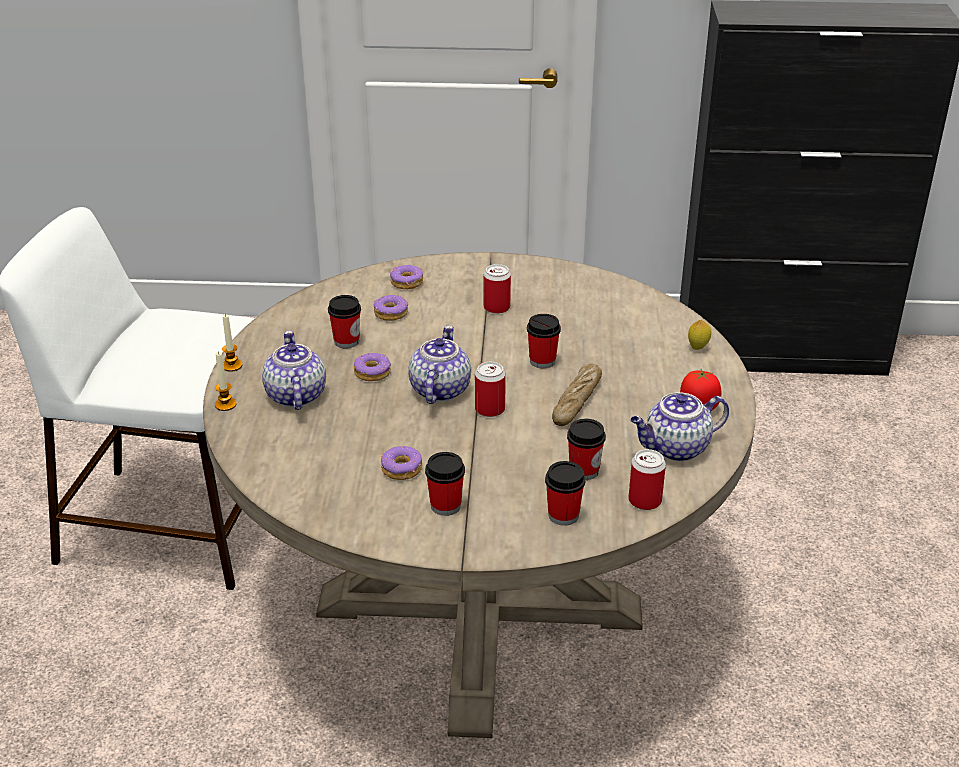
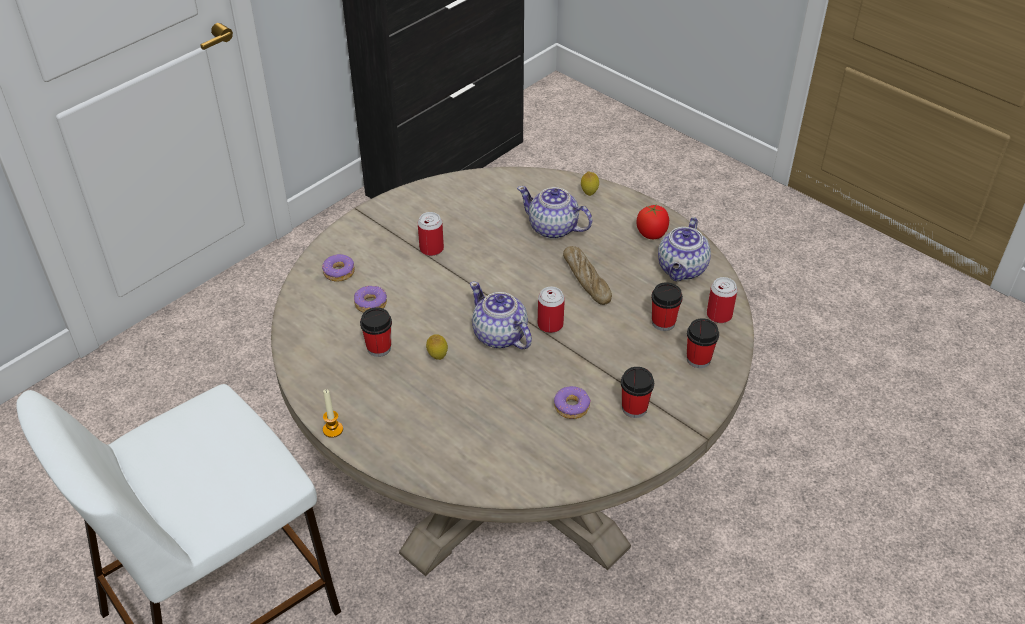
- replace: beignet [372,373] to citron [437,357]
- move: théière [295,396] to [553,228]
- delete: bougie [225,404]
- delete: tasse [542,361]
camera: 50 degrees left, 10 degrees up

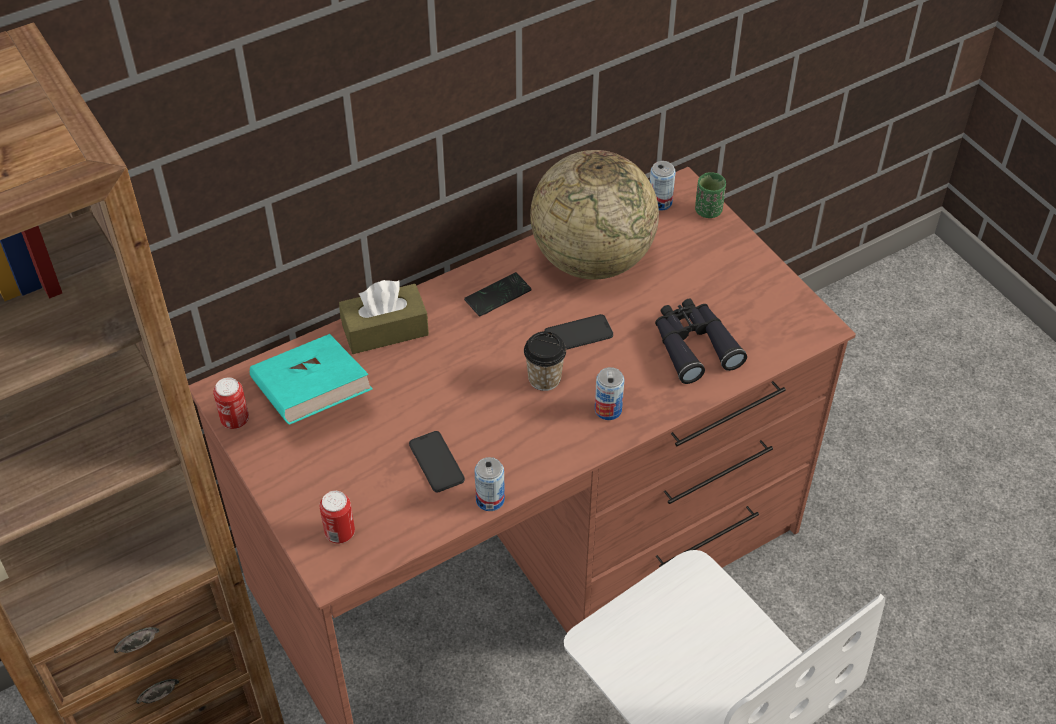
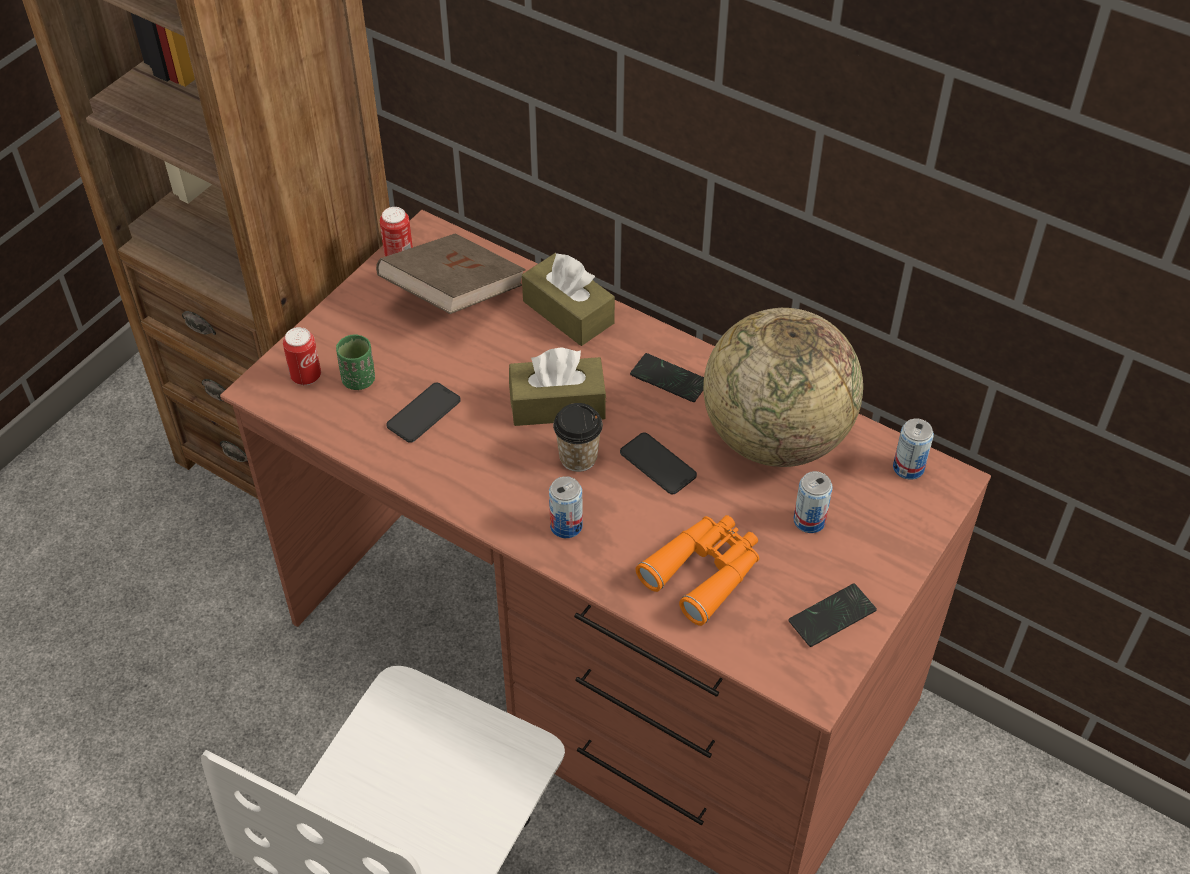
- move: tasse/vert [708,210] to [359,380]
- recolor: livre/turquoise [312,397] to livre/marron [453,295]
- insert: boîte à mouchoirs/marron [557,404]
- recolor: jumelles/noir [693,345] to jumelles/orange [704,572]
- insert: téléphone [832,616]
- move: boîte métallique [490,500] to [809,521]
camera: 65 degrees right, 0 degrees up

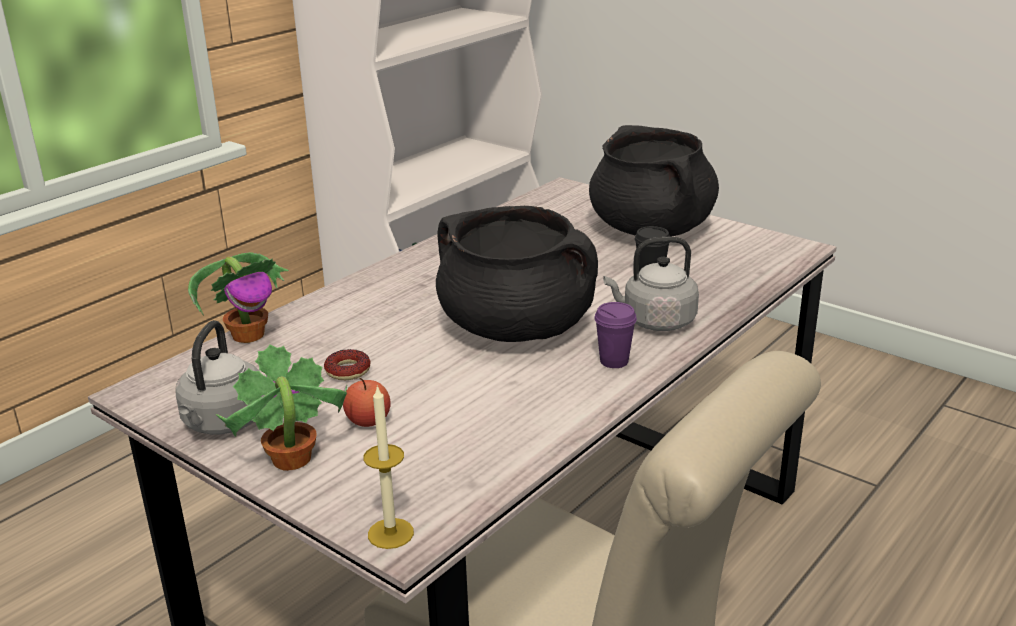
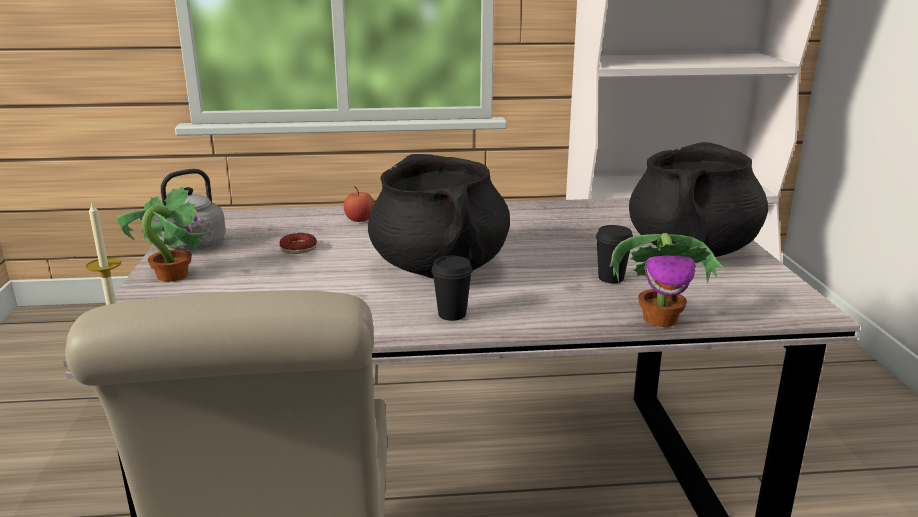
- move: pomme [368,421] to [359,220]
- recolor: tasse/violet [614,361] to tasse/noir [452,314]
- move: plante en pot [249,335] to [661,319]
- delete: bouilloire/gris [655,321]
camera: 45 degrees right, 5 degrees down

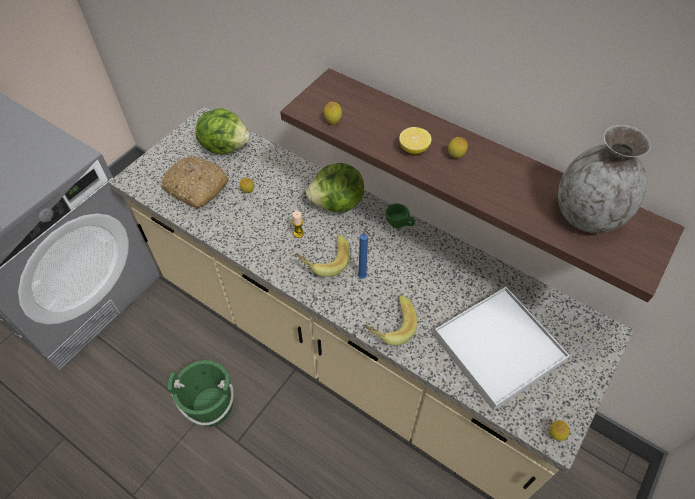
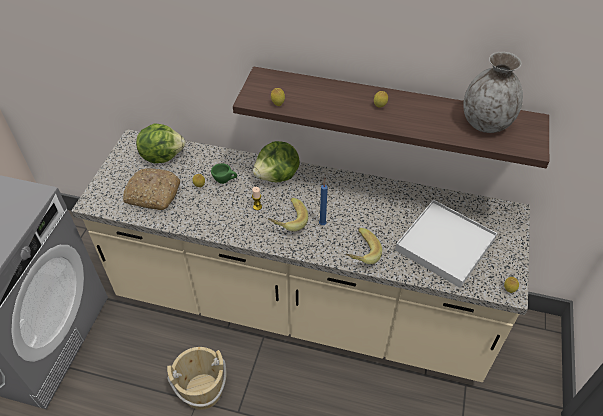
- recolor: seau/vert [211,406] to seau/beige [202,390]
- move: tasse/vert [399,225] to [225,180]
- delete: citron [413,149]
camera: 20 degrees left, 5 degrees down

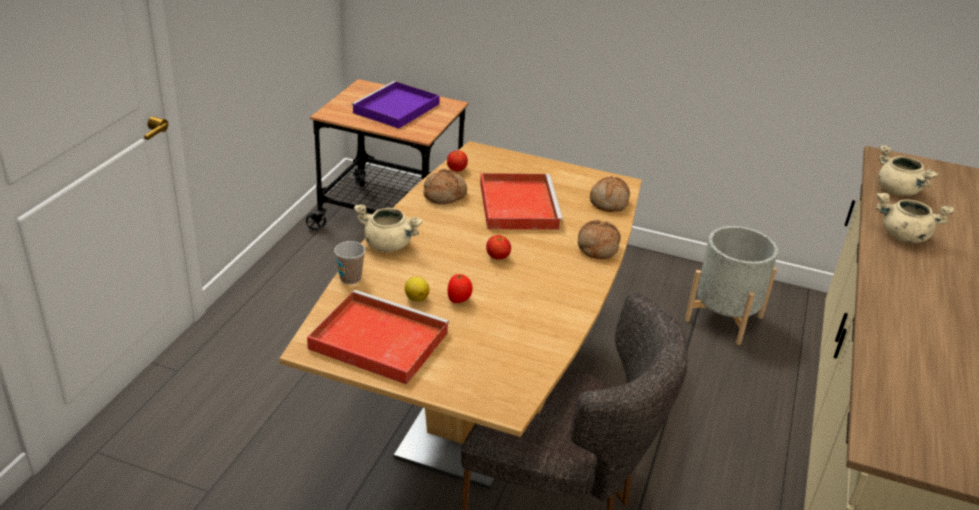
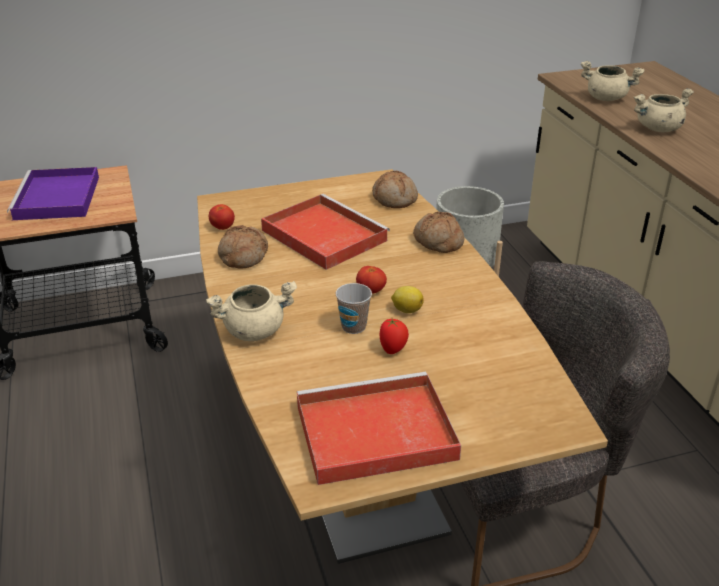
- move: tasse [350,278] to [353,327]
- move: citron [416,298] to [406,310]
camera: 35 degrees left, 0 degrees up

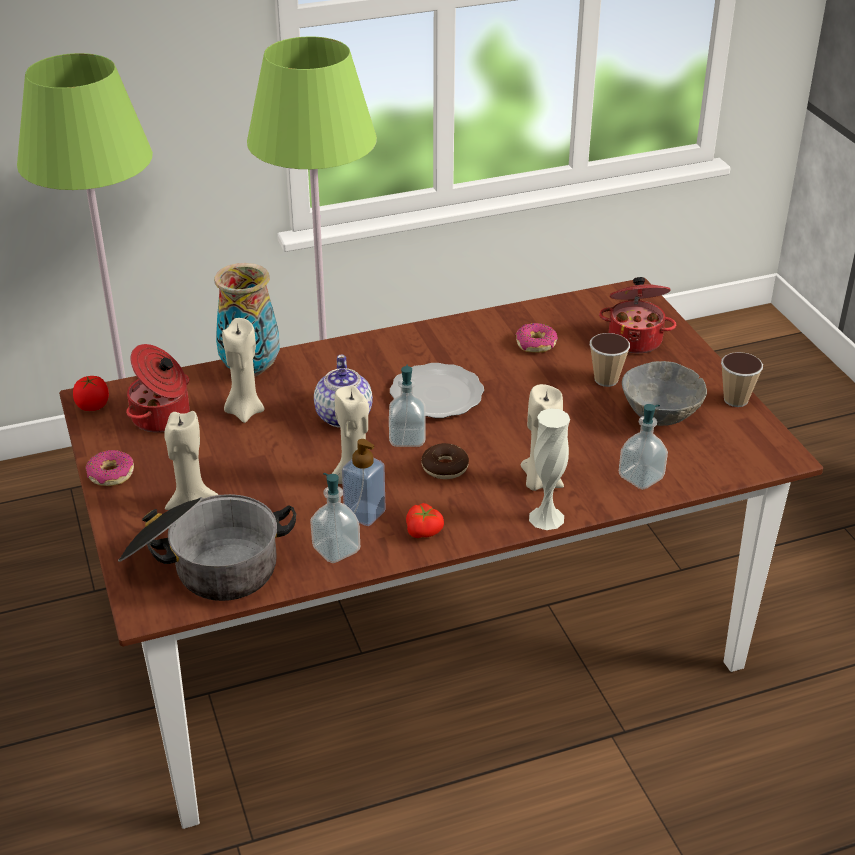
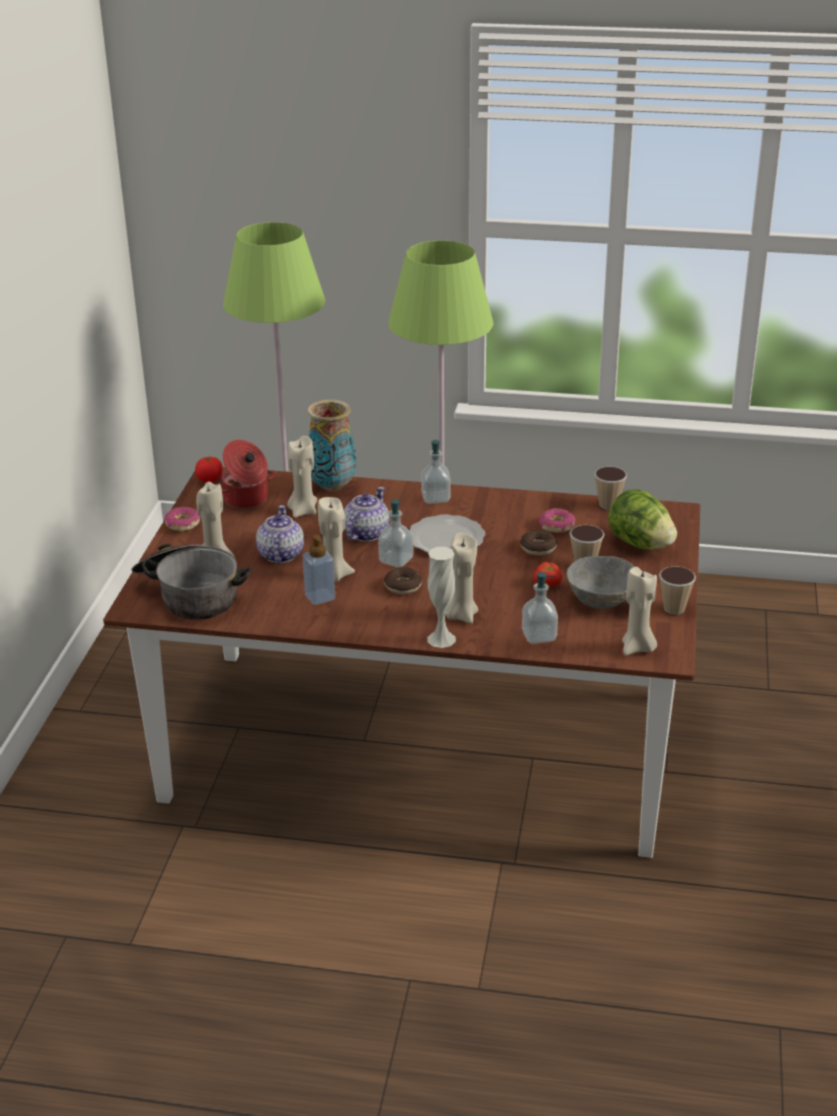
- insert: théière [280,555]
- move: distributeur de savon [336,549] to [435,498]
- insert: beignet [538,548]
- move: tomate [424,531] to [548,583]
- insert: tasse [608,504]
- replace: marmite [635,339] to laitue [640,544]
- insert: bougie/beige [637,648]
camera: 30 degrees right, 5 degrees down

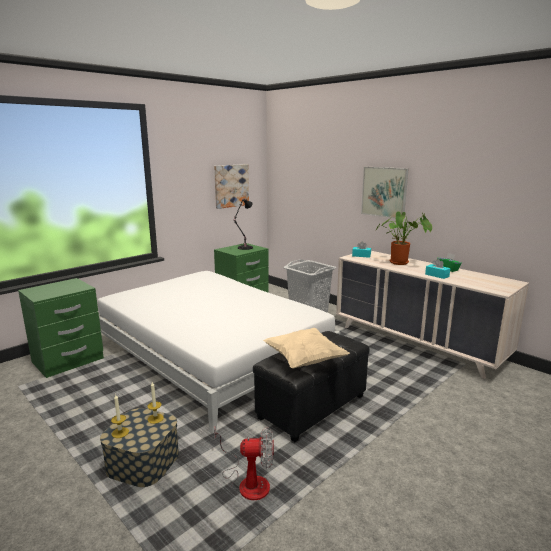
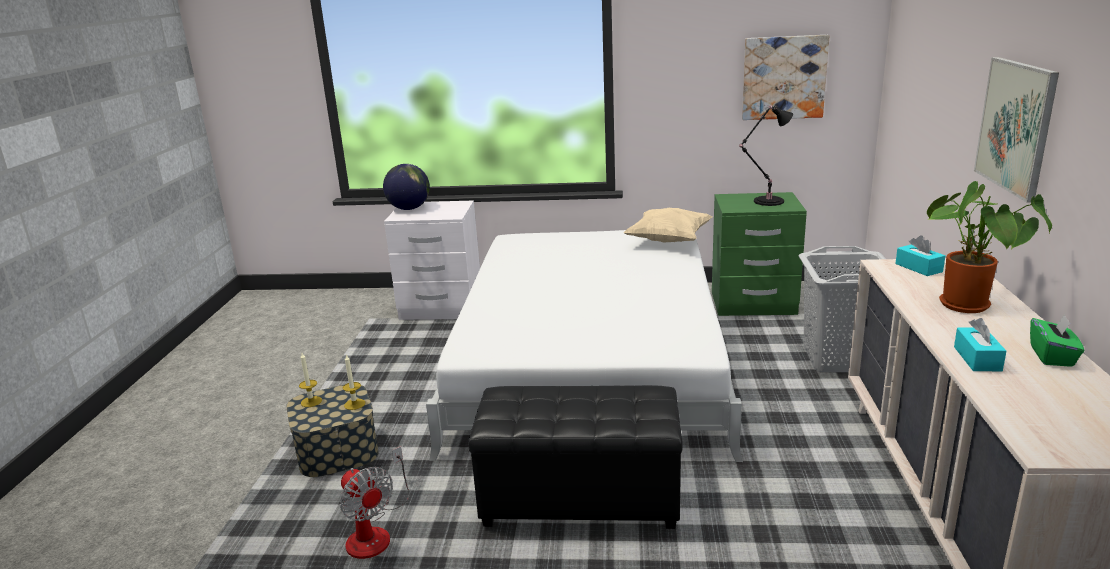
- insert: globe [409,209]
- recolor: table de chevet/vert [68,361] to table de chevet/blanc [441,308]
- move: coussin/beige [304,360] to [668,240]
camera: 50 degrees right, 5 degrees up

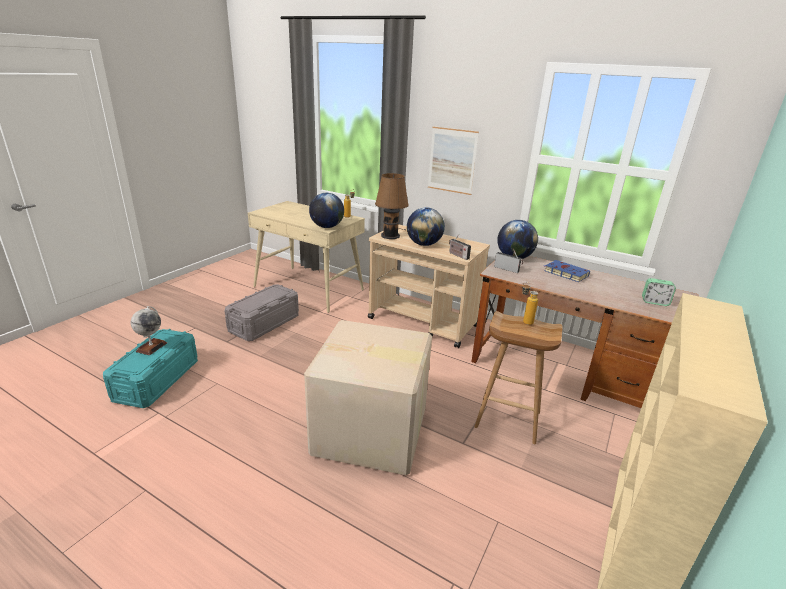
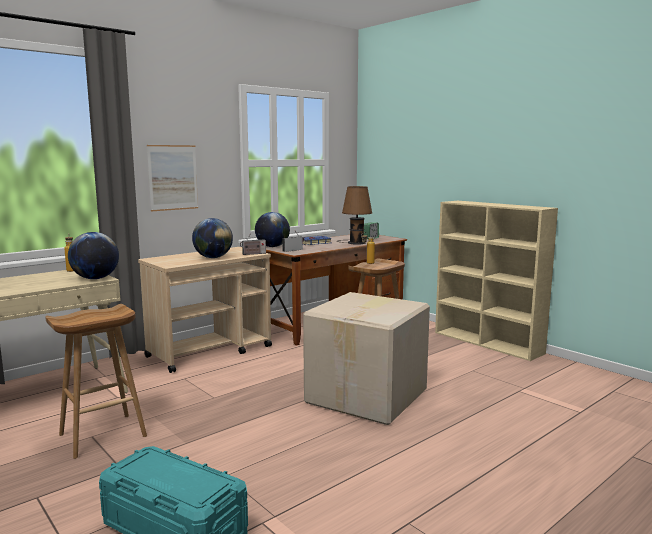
- replace: boîte de rangement/gris [264,323] to tabouret/marron [102,436]
- move: lampe de table/marron [392,235] to [355,243]
- delete: globe [151,347]
camera: 70 degrees left, 15 degrees down

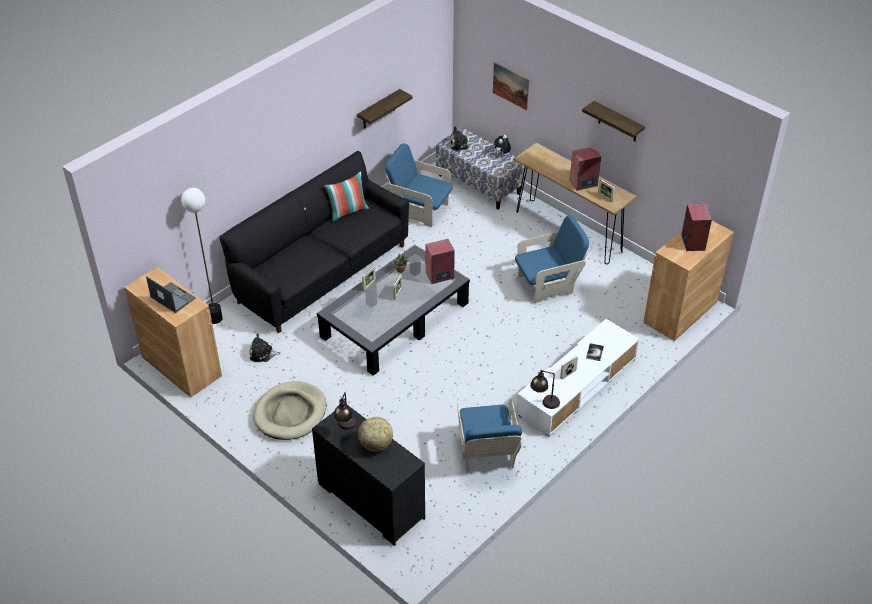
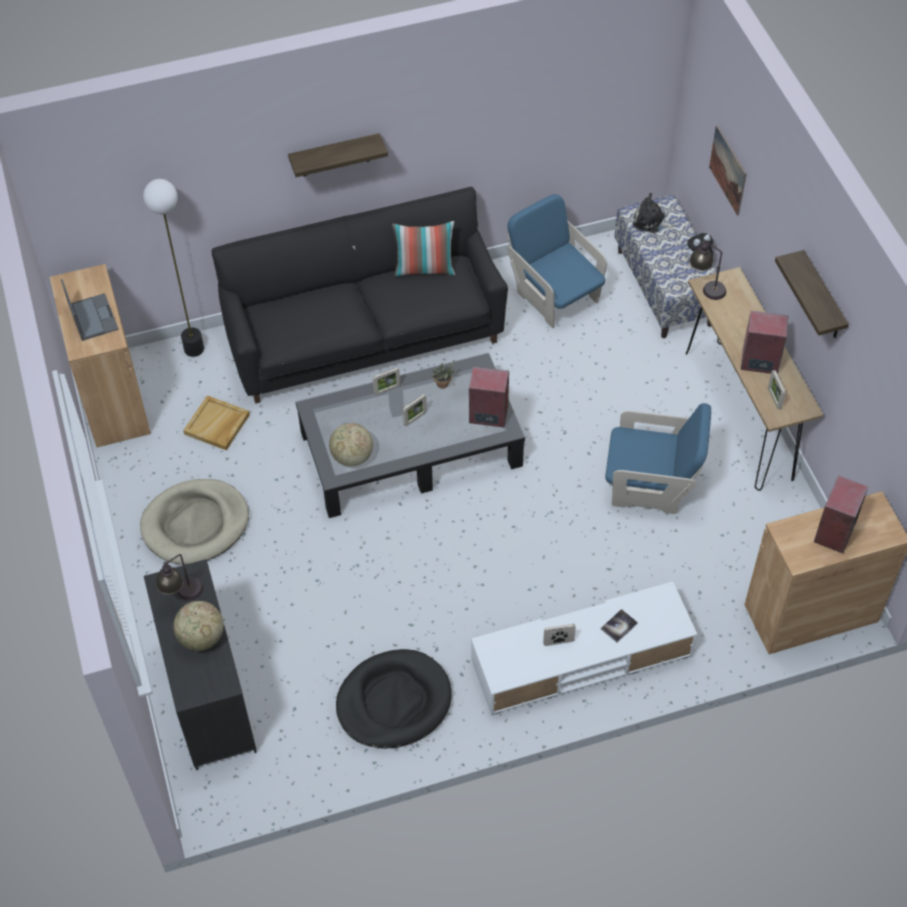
- replace: peluche [262,354] to plateau/beige [217,425]
- move: étagère [378,110] to [335,155]
- insert: globe [352,457]
- replace: fauteuil/bleu [487,455] to panier pour chien/noir [393,702]
- move: lampe de table [544,402] to [705,288]
camera: 30 degrees right, 10 degrees up

